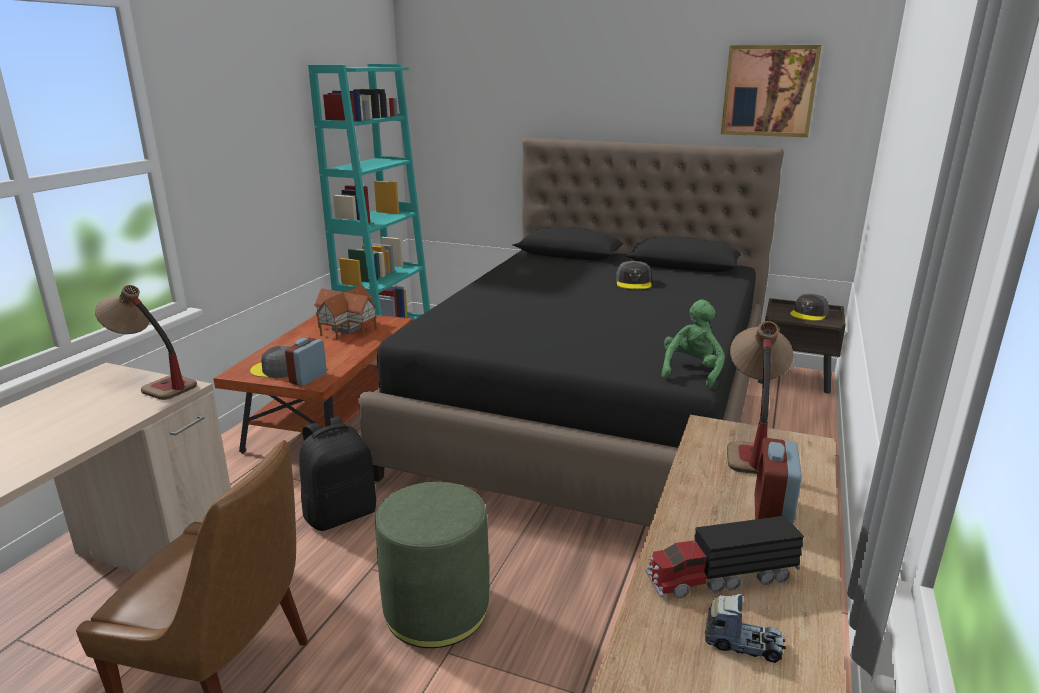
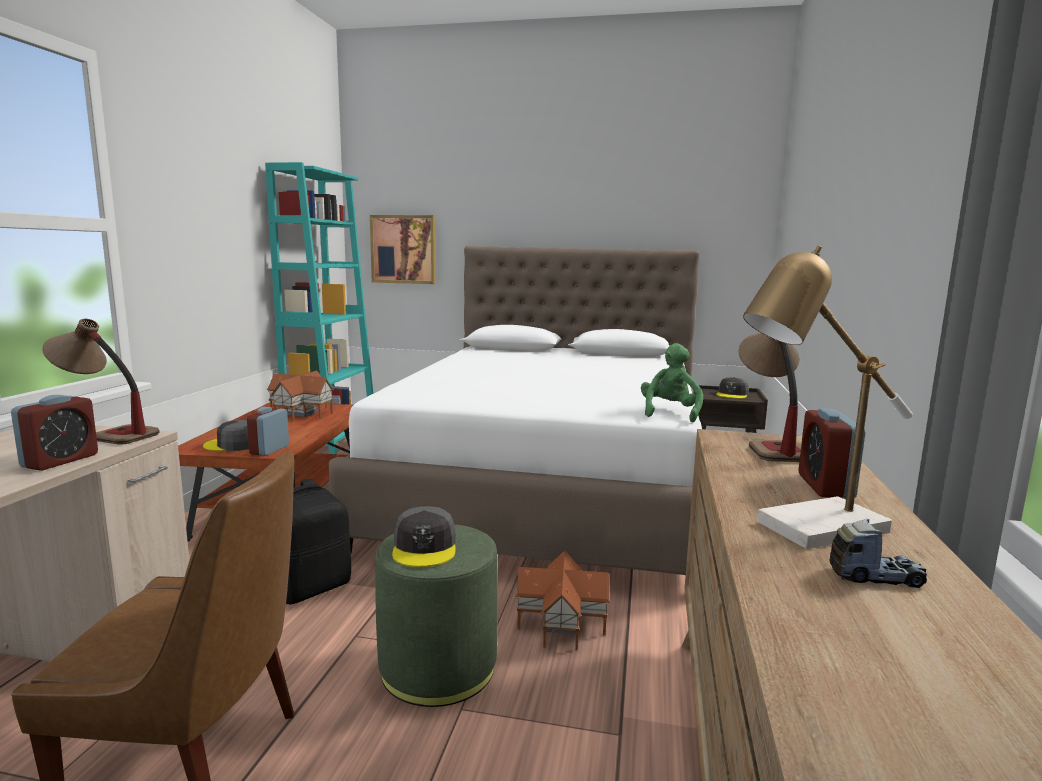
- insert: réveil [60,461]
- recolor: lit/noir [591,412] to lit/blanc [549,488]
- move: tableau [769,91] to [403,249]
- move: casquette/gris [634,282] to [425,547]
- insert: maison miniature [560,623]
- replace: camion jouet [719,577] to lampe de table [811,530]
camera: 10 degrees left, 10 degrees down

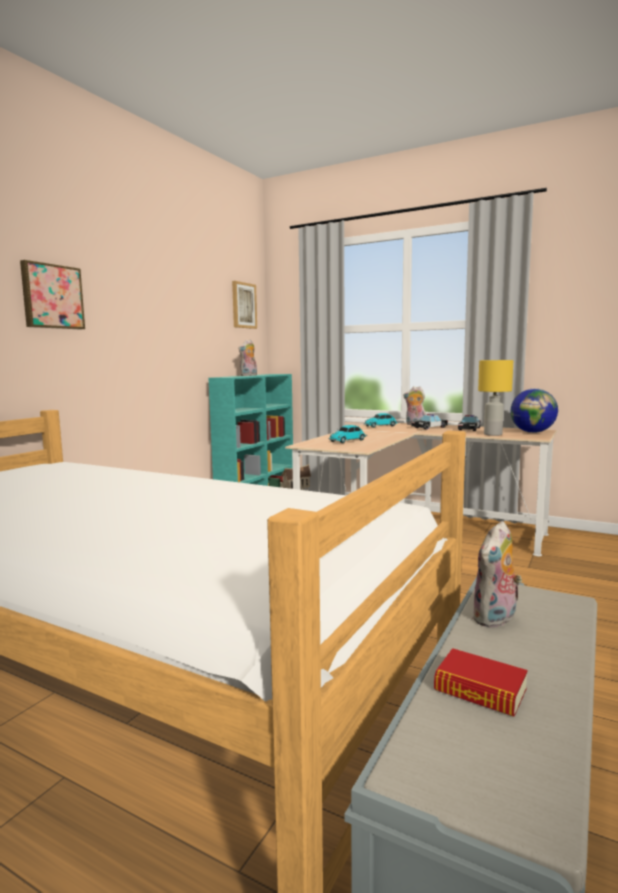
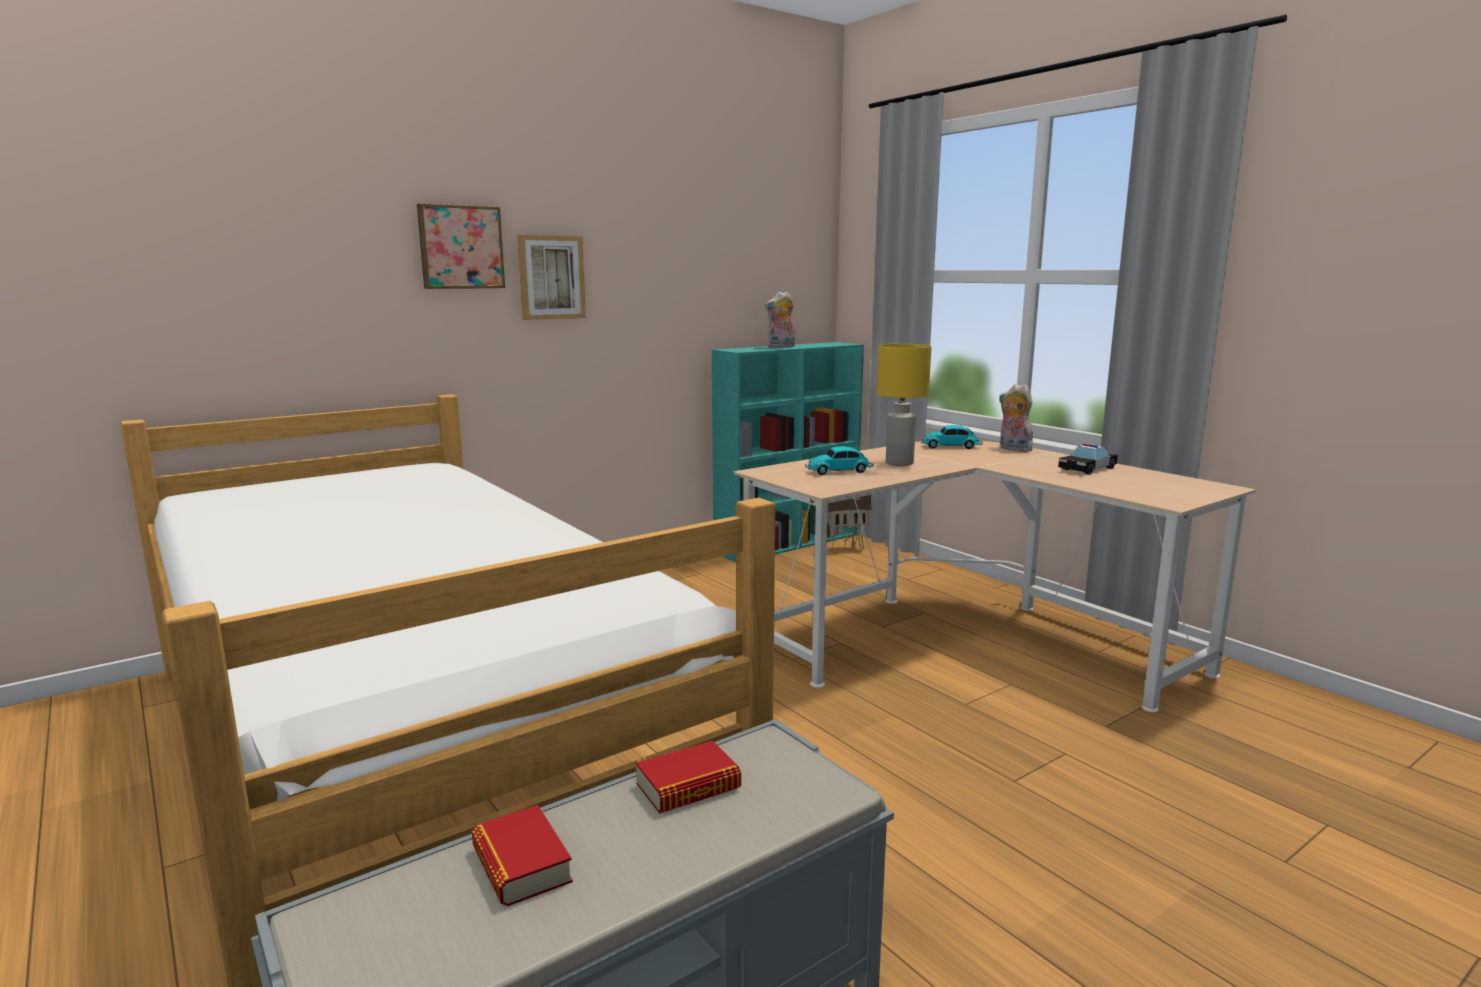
- move: tableau [243,305] to [551,277]
- replace: peluche [496,619] to livre [688,786]
- move: lampe de table/jaune [492,434] to [898,463]
- delete: petite voiture [429,427]
- delete: globe [533,432]
camera: 25 degrees right, 5 degrees up

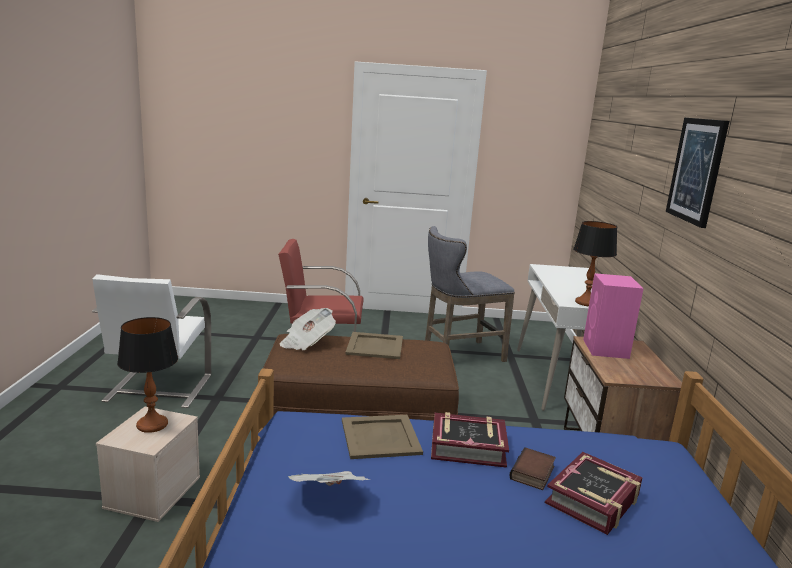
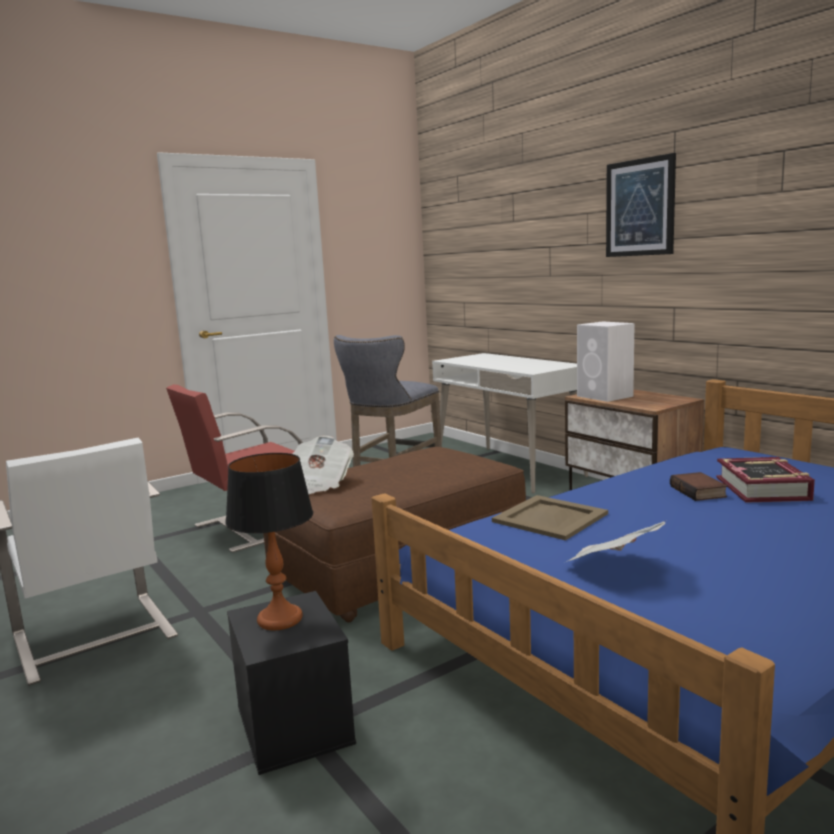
- recolor: boîte de rangement/beige [153,491] to boîte de rangement/noir [292,724]
- recolor: enceinte/rose [606,349] to enceinte/blanc [605,396]
- delete: plateau/beige [375,346]
- delete: livre [468,447]
- delete: lampe de table [586,303]
camera: 35 degrees left, 5 degrees down

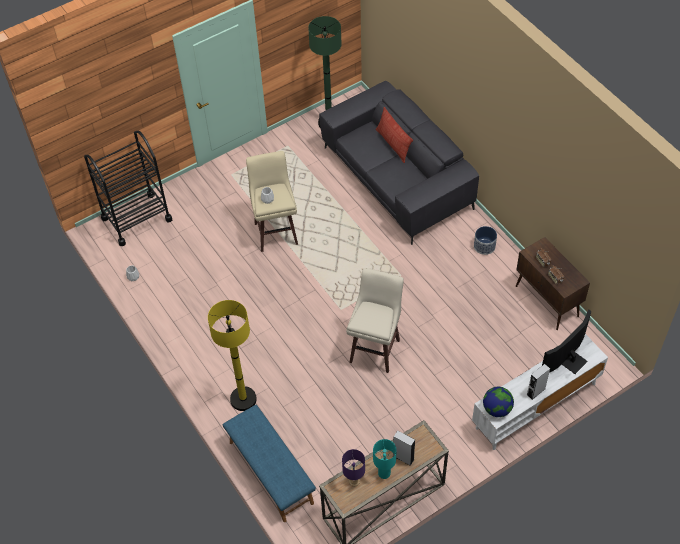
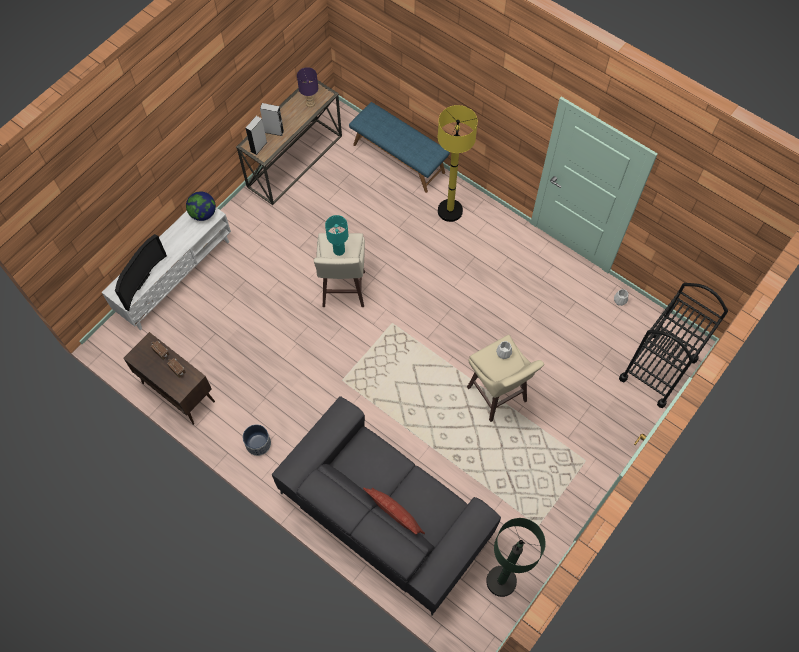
- move: enceinte/gris [536,391] to [259,147]
- move: lampe de table/turquoise [384,473] to [339,251]
camera: 160 degrees right, 10 degrees up

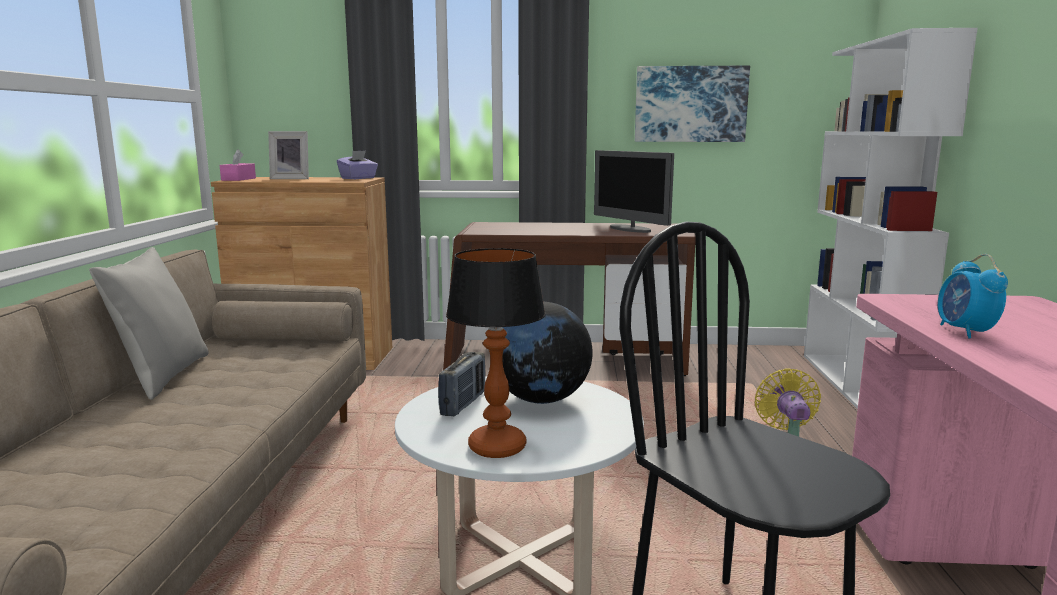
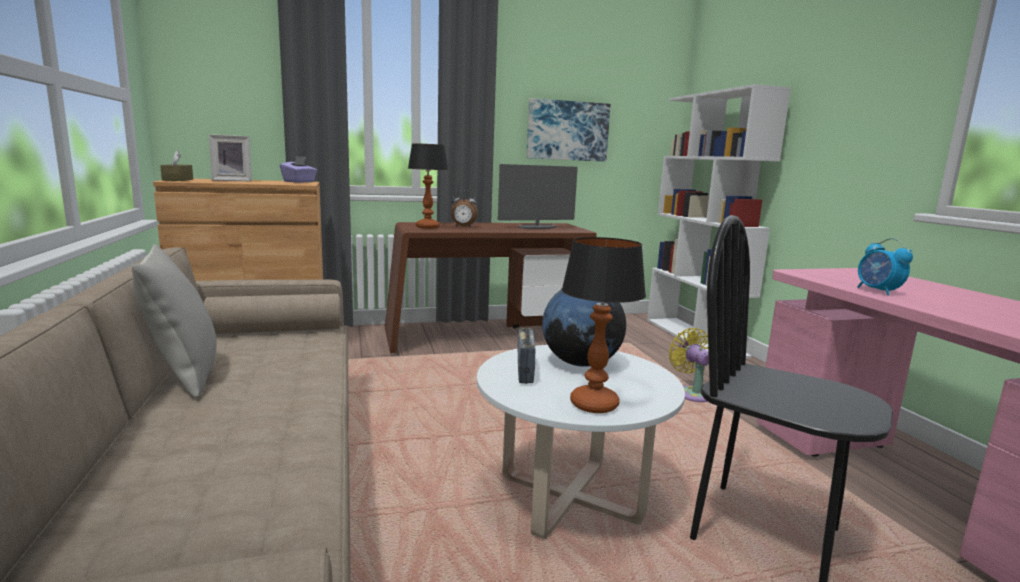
- recolor: boîte à mouchoirs/rose [238,179] to boîte à mouchoirs/marron [178,180]
- insert: lampe de table [428,227]
- insert: réveil [463,226]
- rotate: écran d'ordinateur [630,229] = [536,227] 120 degrees clockwise
camera: 20 degrees left, 0 degrees up

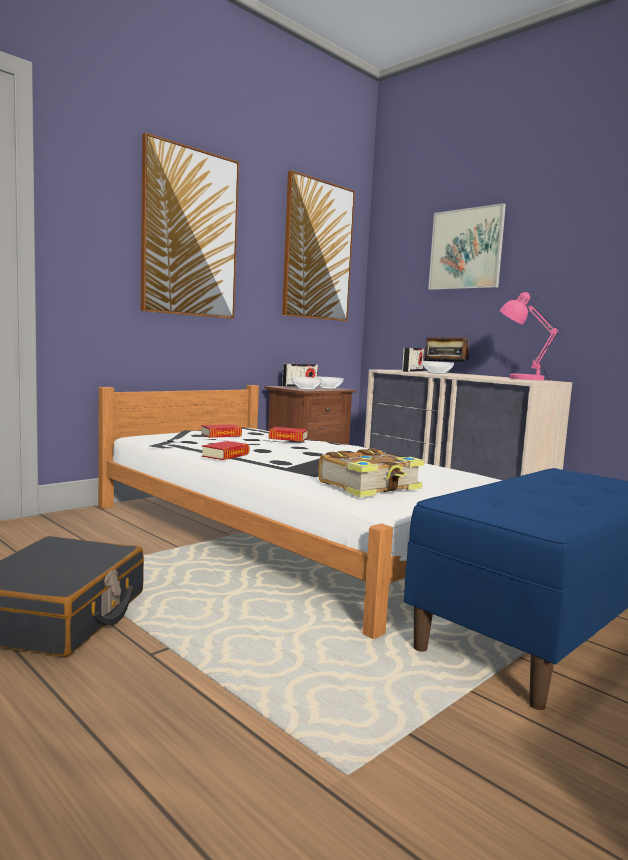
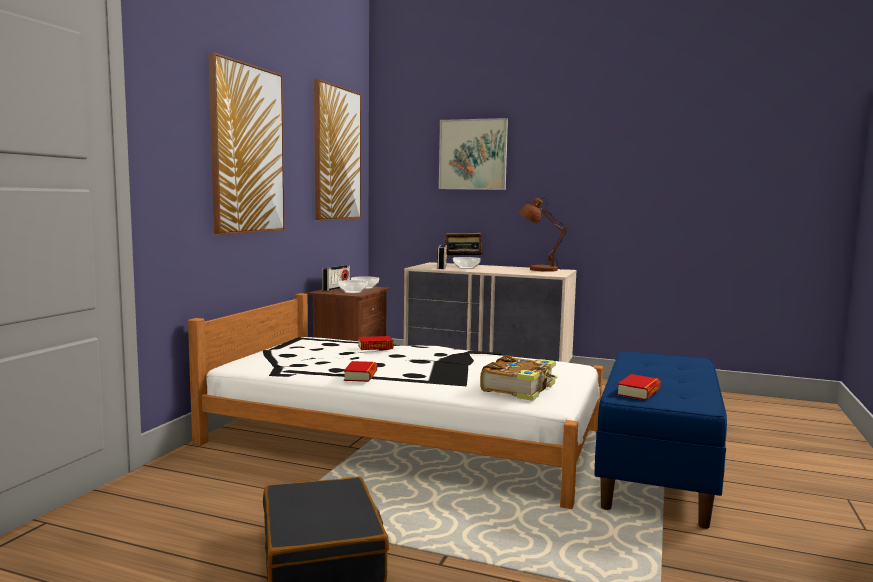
- recolor: lampe de table/rose [521,379] to lampe de table/marron [539,270]
- move: livre [221,435] to [638,392]
camera: 25 degrees left, 0 degrees up

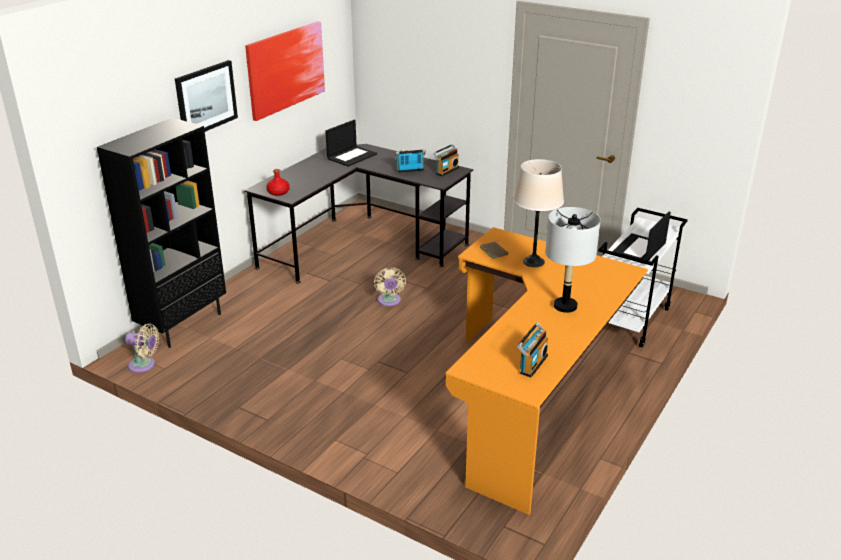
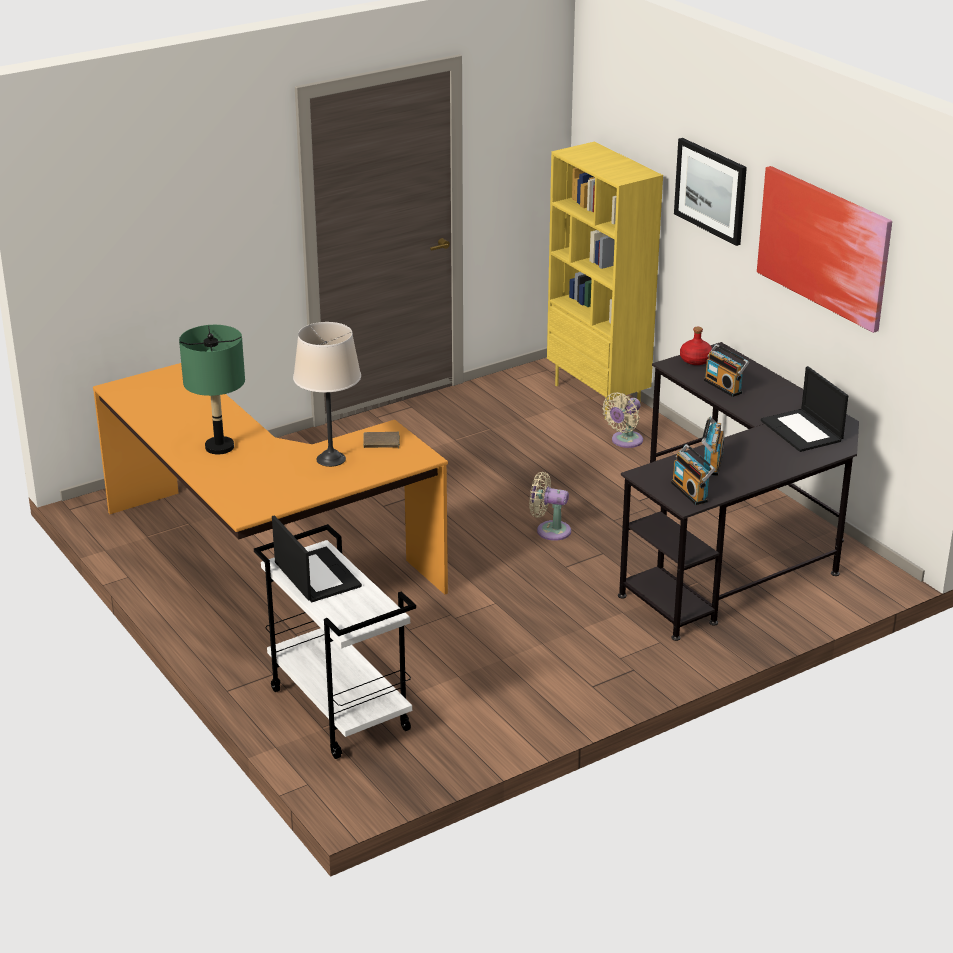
- recolor: lampe de table/gris [565,306] to lampe de table/vert [219,447]
- recolor: bibliothèque/noir [183,324] to bibliothèque/jaune [598,397]
- move: ventilateur/beige [144,365] to [625,441]
- move: radio [532,364] to [724,386]
camera: 115 degrees right, 0 degrees up

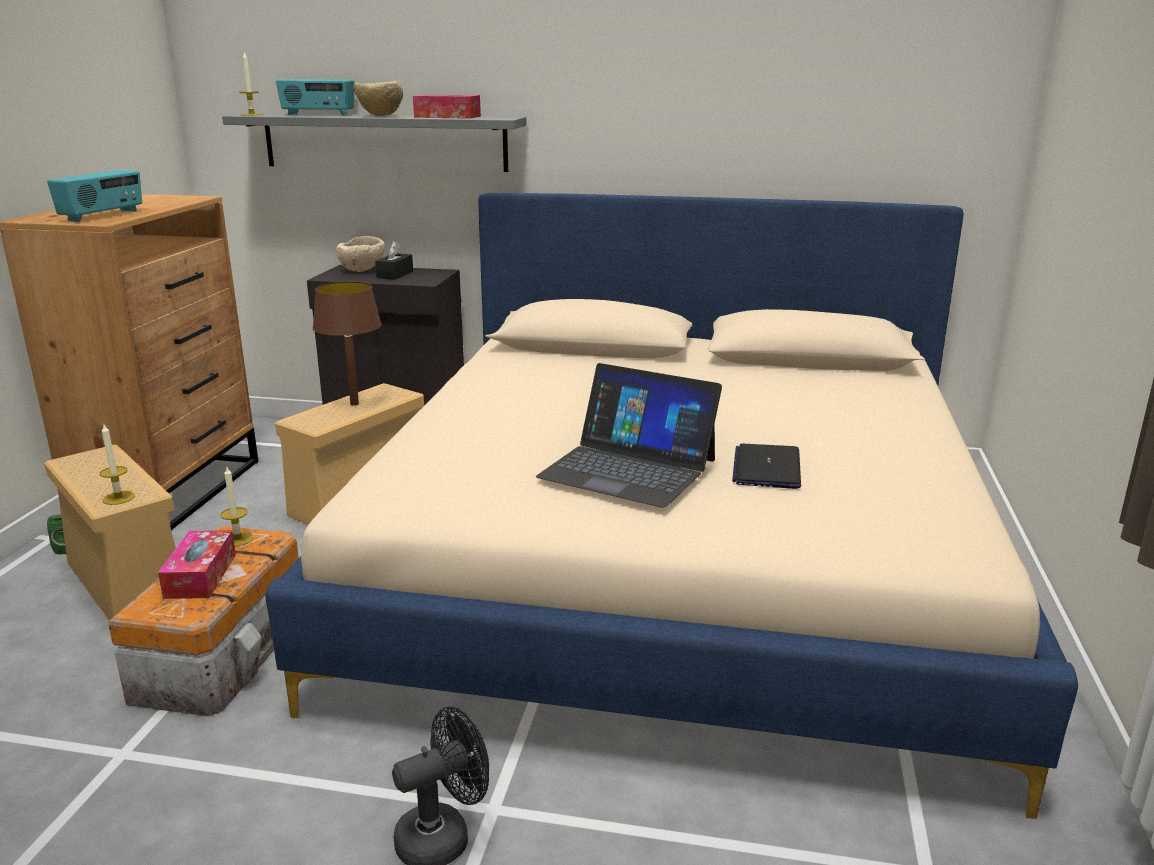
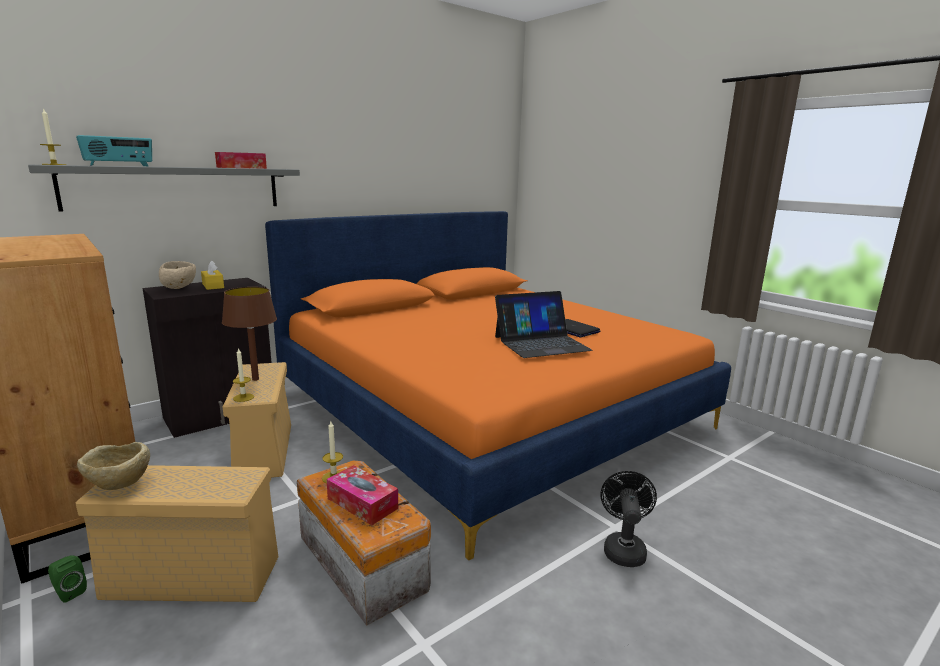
- move: bol/beige [379,116] to [119,487]
- recolor: boîte à mouchoirs/noir [395,274] to boîte à mouchoirs/jaune [213,286]
- move: bougie [118,498] to [243,397]
- recolor: lit/beige [676,566] to lit/orange [487,409]
- delete: radio [103,216]
camera: 50 degrees left, 5 degrees down

